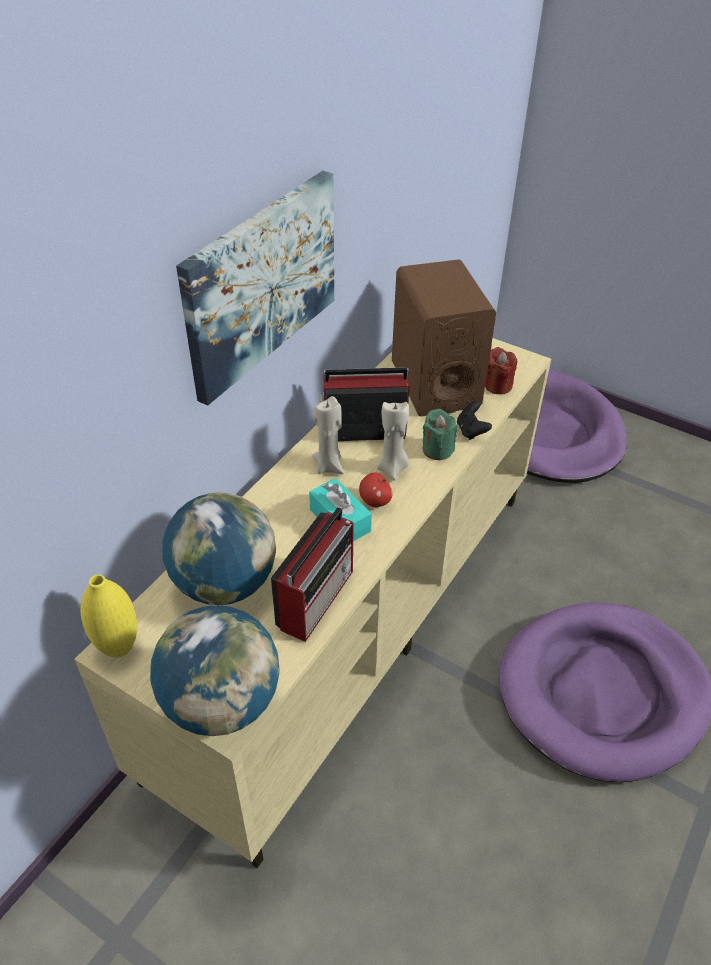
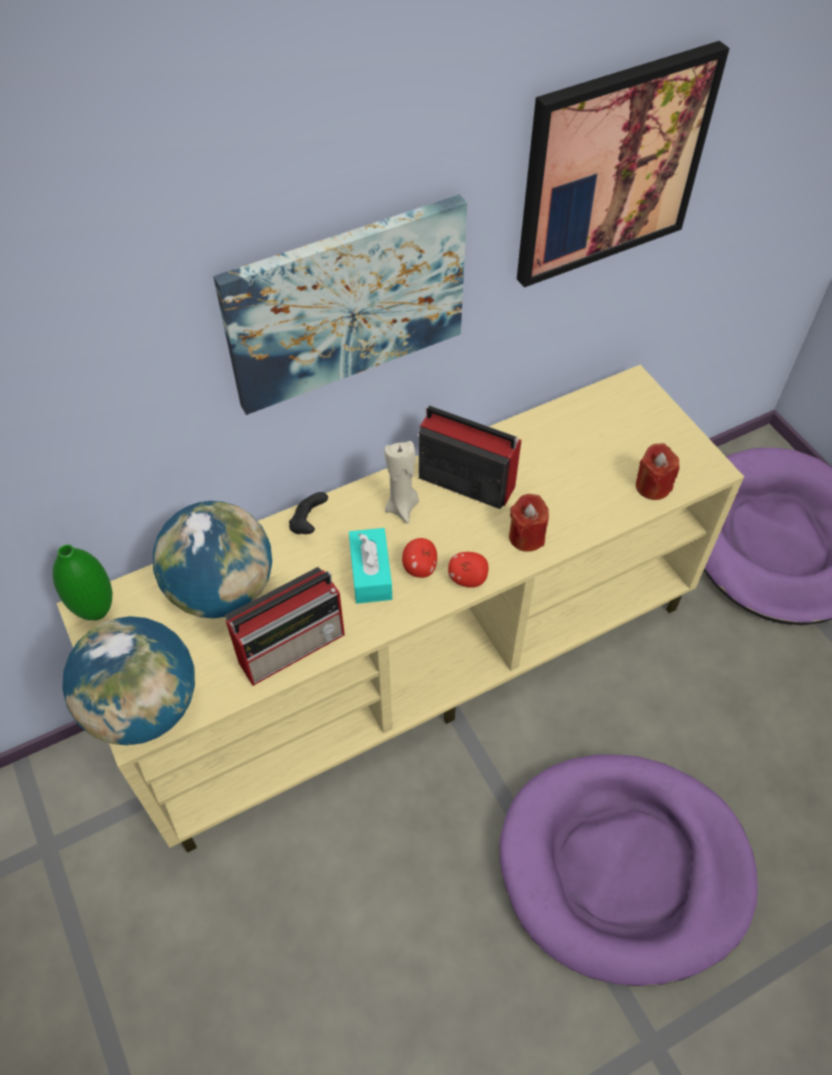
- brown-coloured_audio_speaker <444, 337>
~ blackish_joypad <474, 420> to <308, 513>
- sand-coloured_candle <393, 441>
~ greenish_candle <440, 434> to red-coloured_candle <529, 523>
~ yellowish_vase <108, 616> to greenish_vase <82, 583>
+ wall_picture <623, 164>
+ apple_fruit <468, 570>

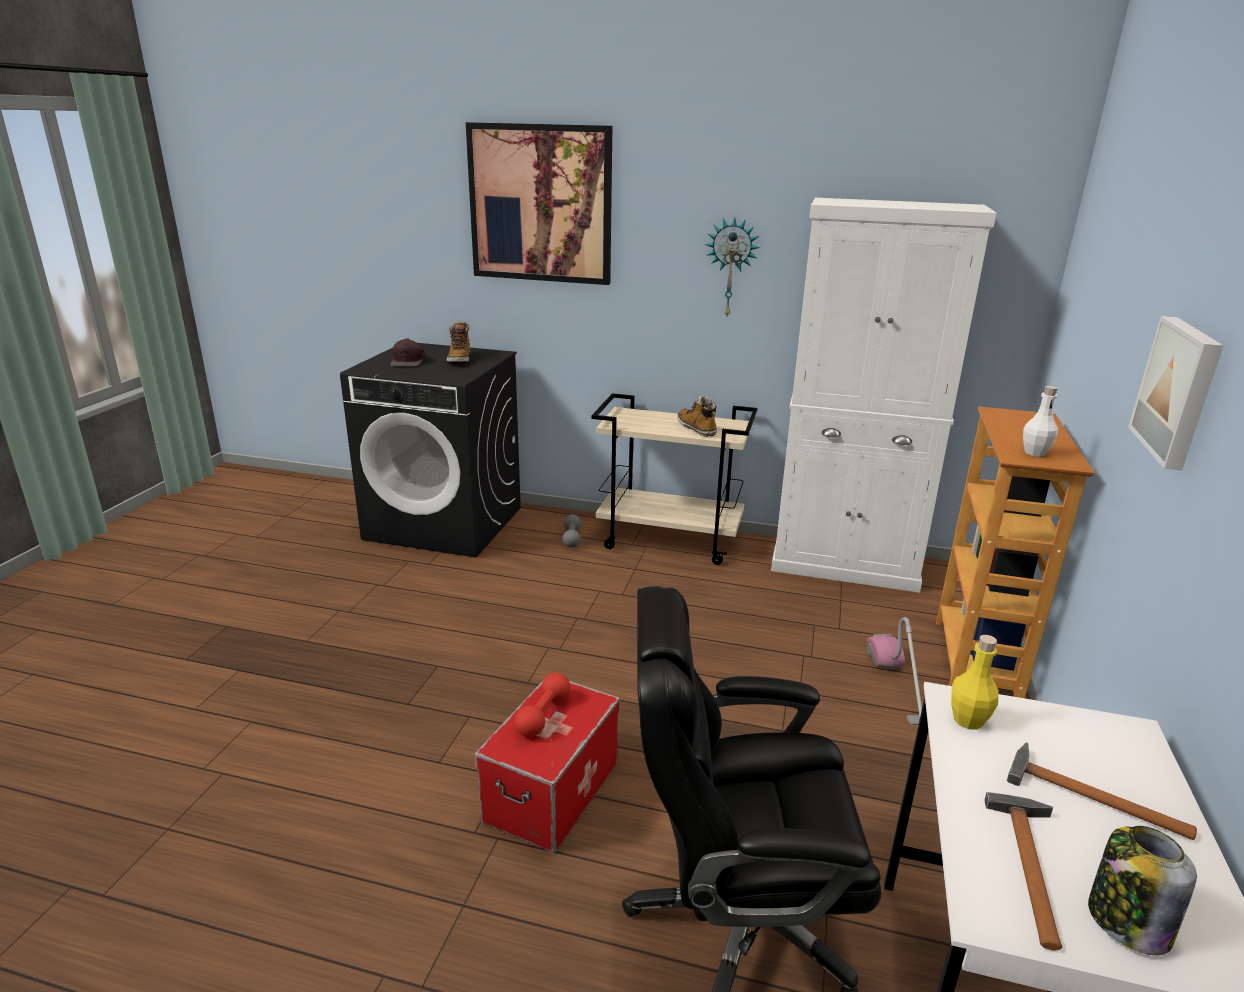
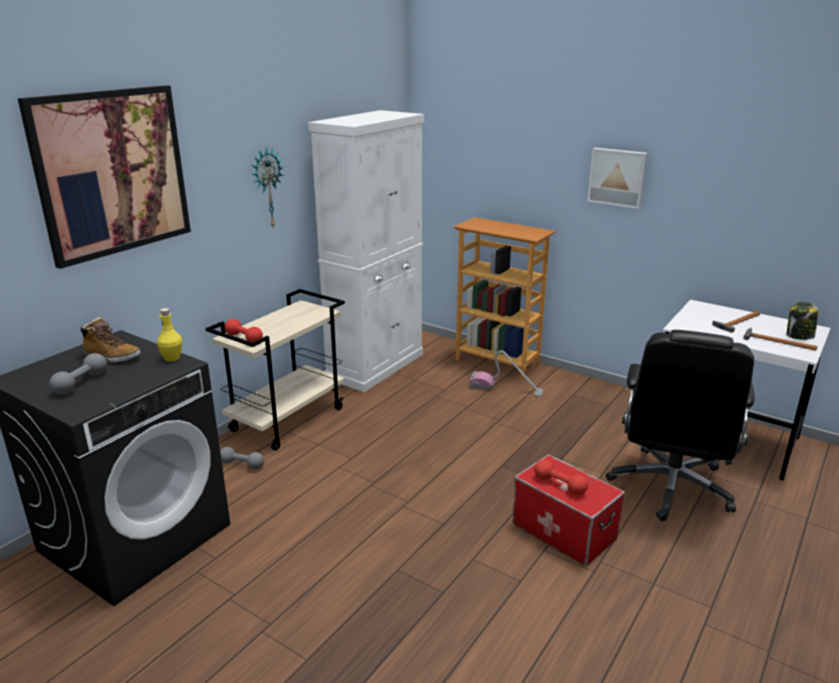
~ brown-coloured_cap <408, 352> to gray_free_weight <78, 374>
- whitish_drink_bottle <1040, 421>
- boot <697, 416>
~ yellowish_drink_bottle <974, 682> to <169, 335>
+ red-coloured_free_weight <244, 330>

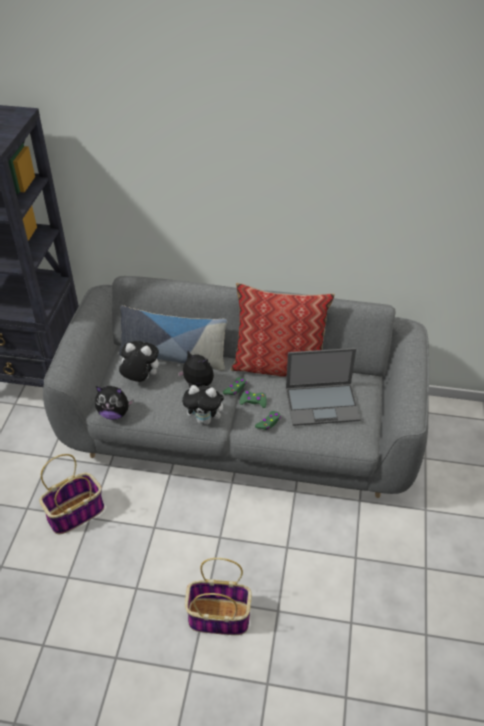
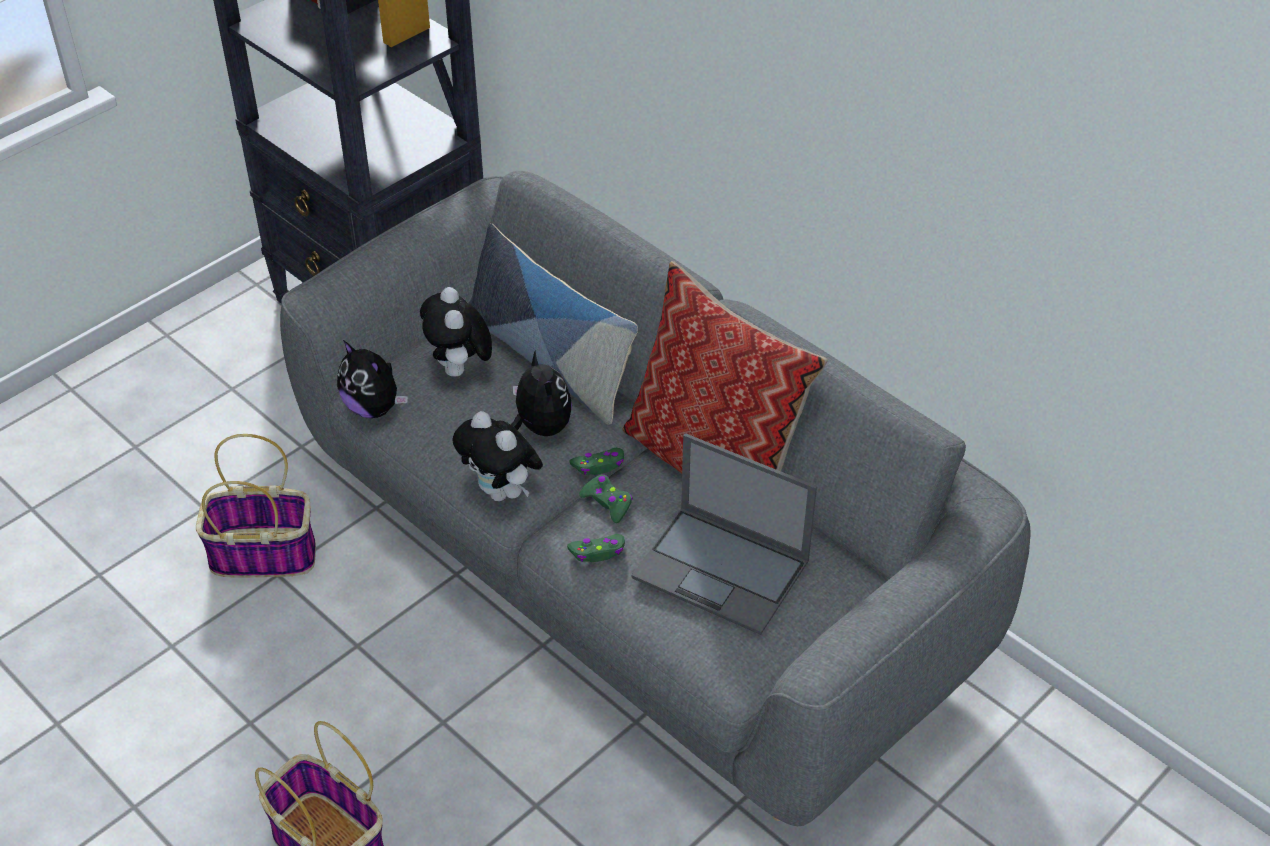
~ soft_toy <138, 361> = <456, 331> 150 degrees counterclockwise

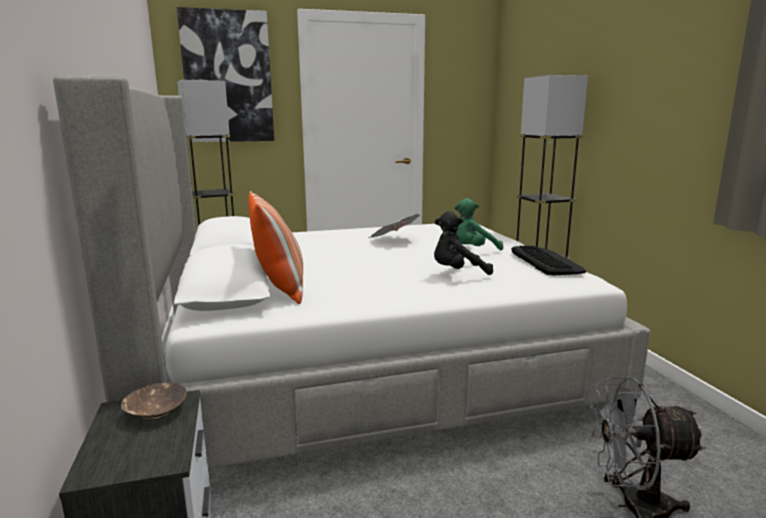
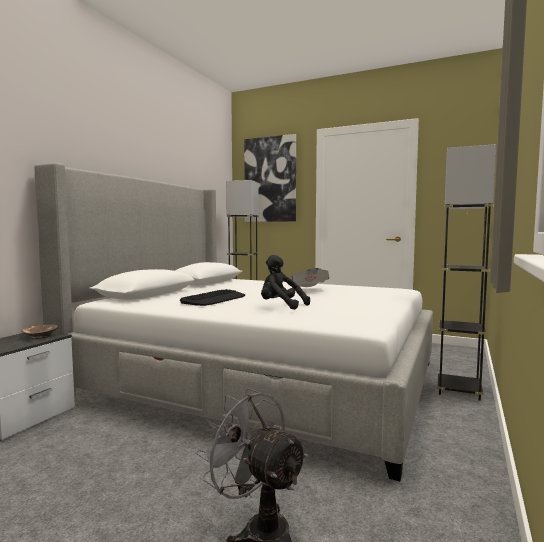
- throw_pillow <275, 247>
- greenish_soft_toy <479, 224>
~ keyboard <548, 260> to <213, 297>

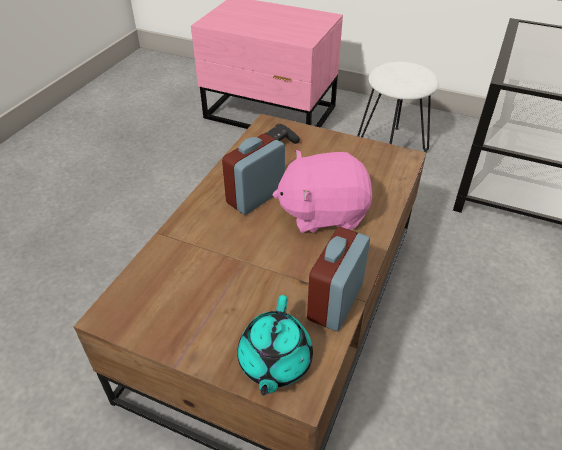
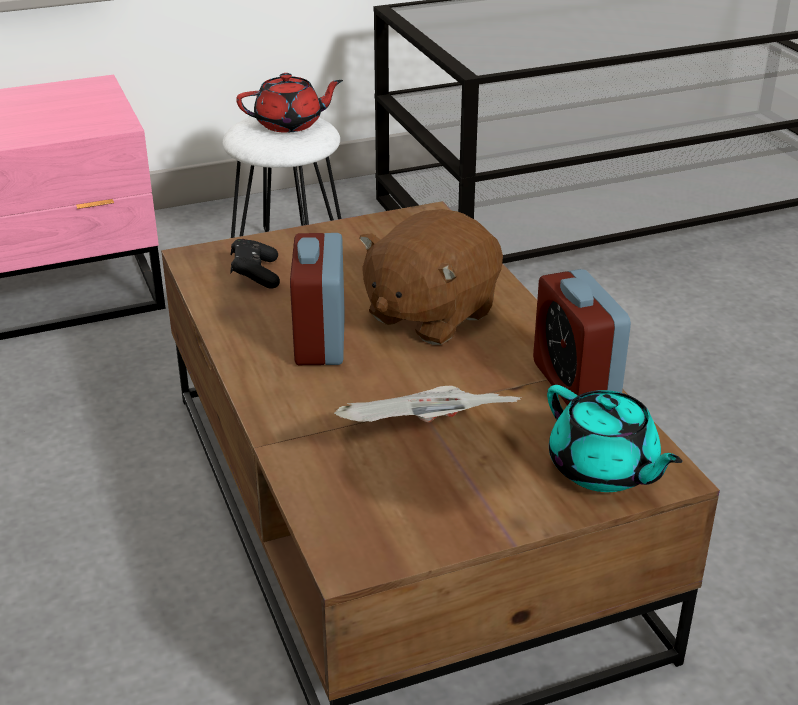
~ pinkish_soft_toy <322, 192> to brown-coloured_soft_toy <431, 277>
+ red-coloured_pot_for_tea <289, 103>
+ printed_paper <428, 403>

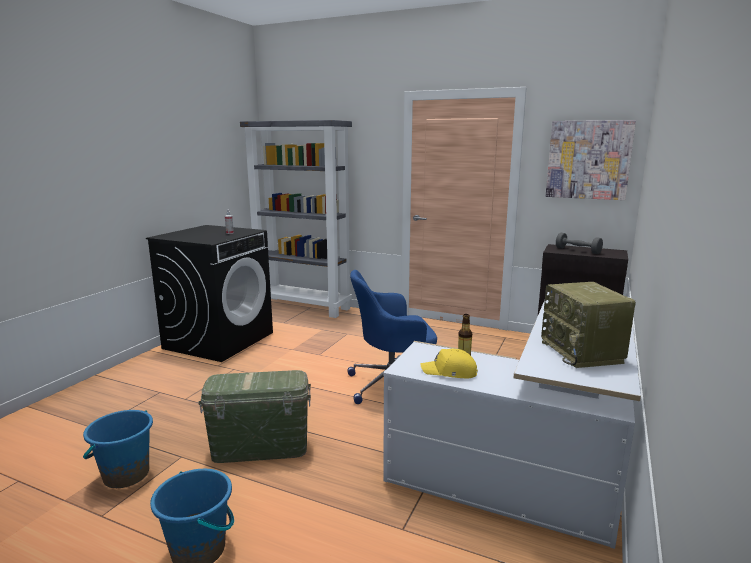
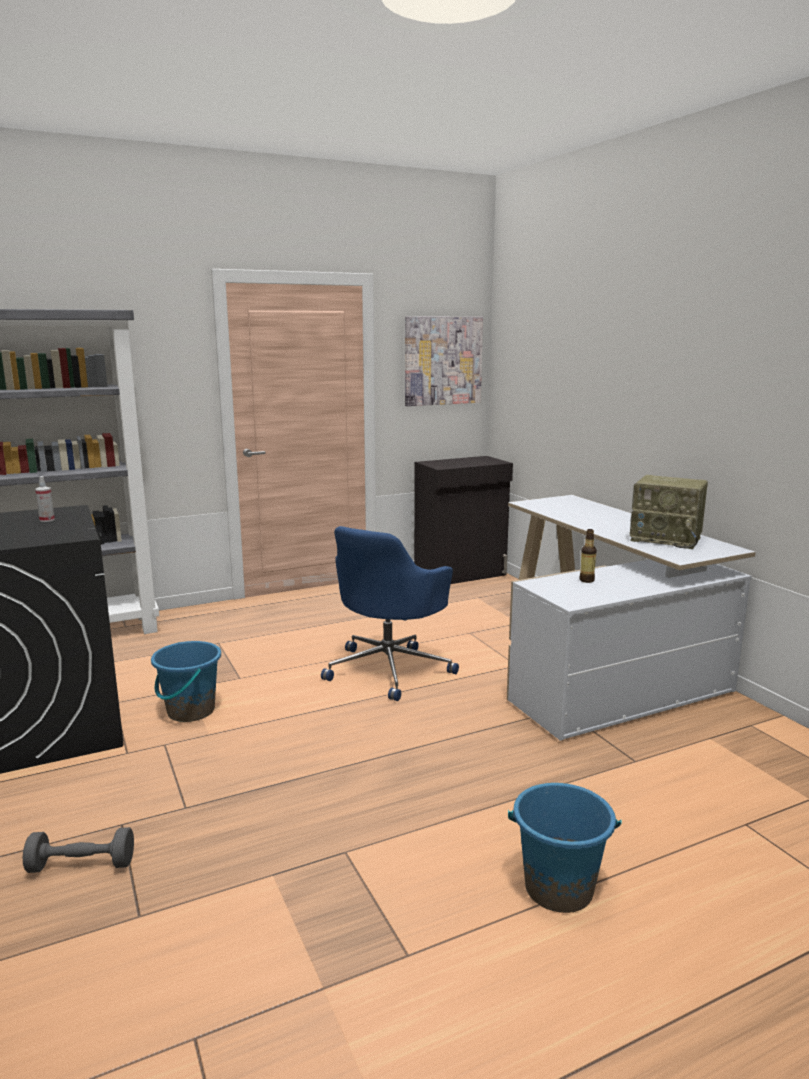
~ gray_free_weight <579, 243> to <78, 850>
- yellowish_cap <449, 363>
- greenish_storage_container <254, 416>
~ blue_water_bucket <118, 449> to <186, 681>

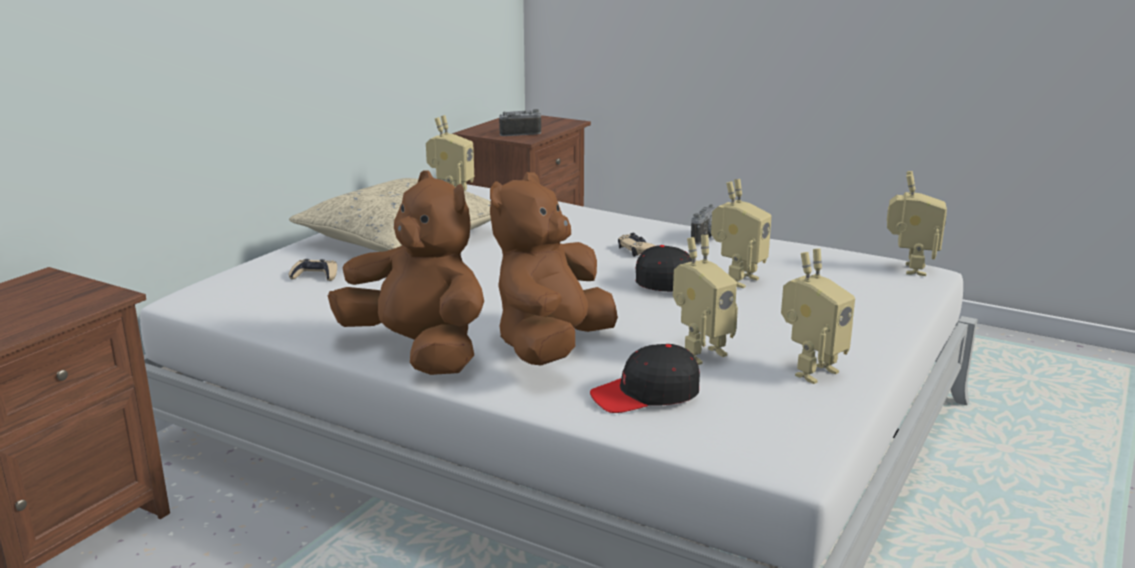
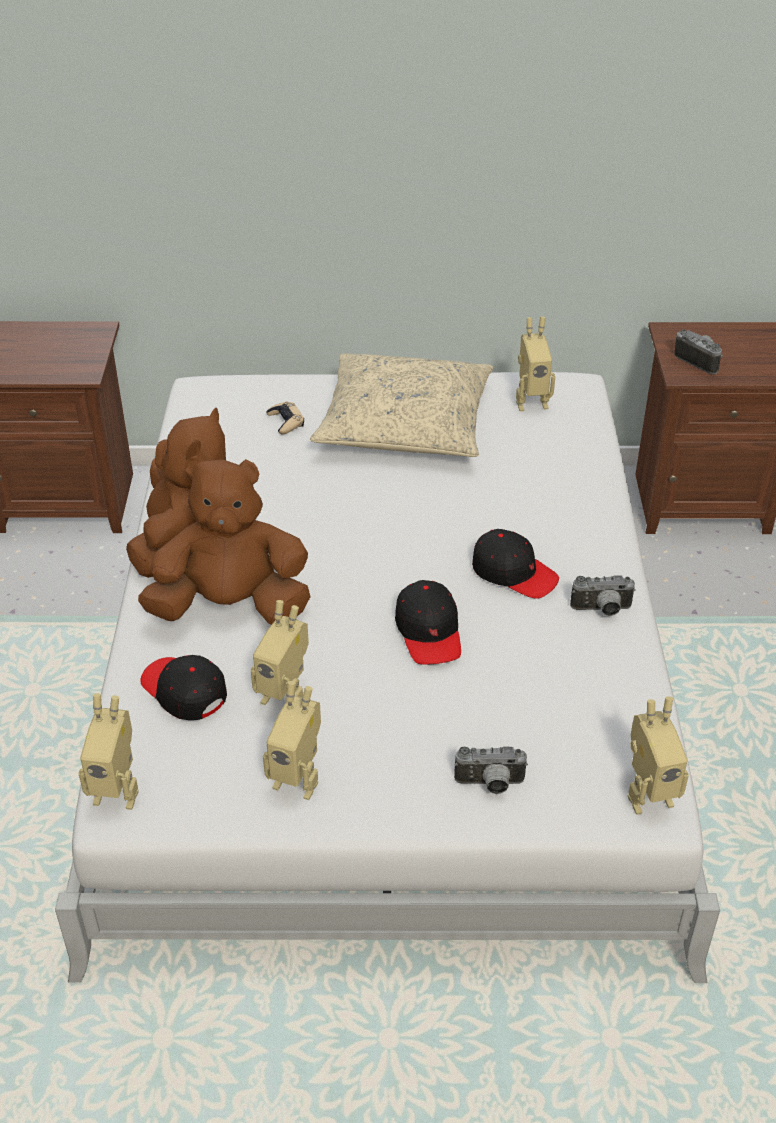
~ model_robot <741, 233> to <108, 751>
~ sand-coloured_joypad <637, 245> to blackish_cap <515, 564>
+ photo_camera <491, 770>

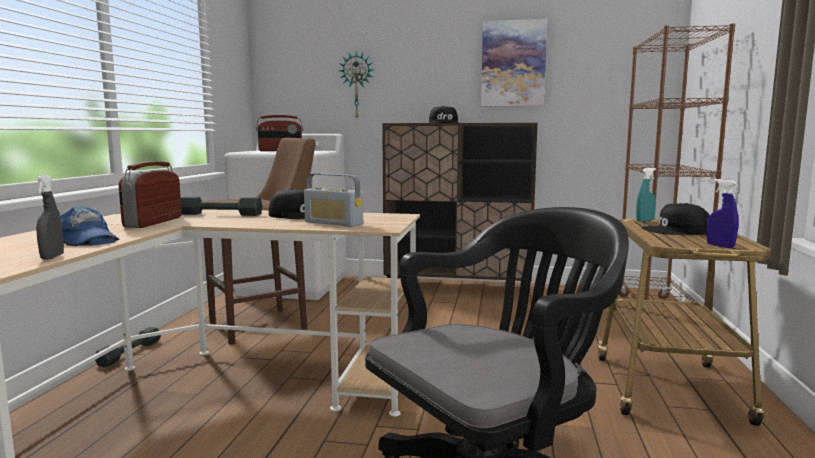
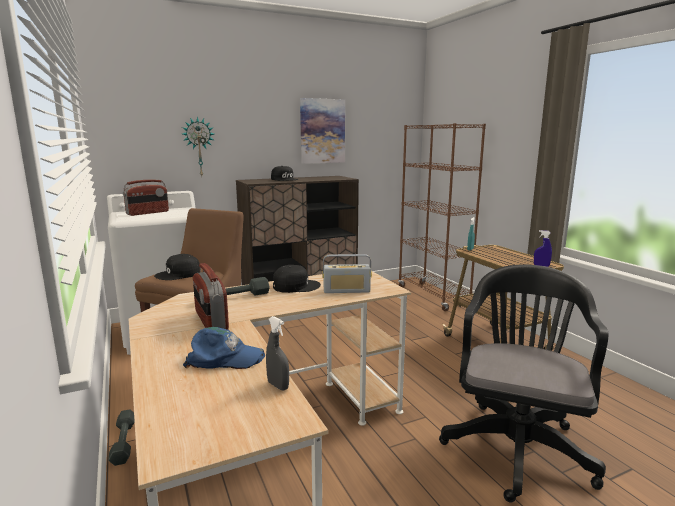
~ blackish_cap <675, 219> to <177, 267>

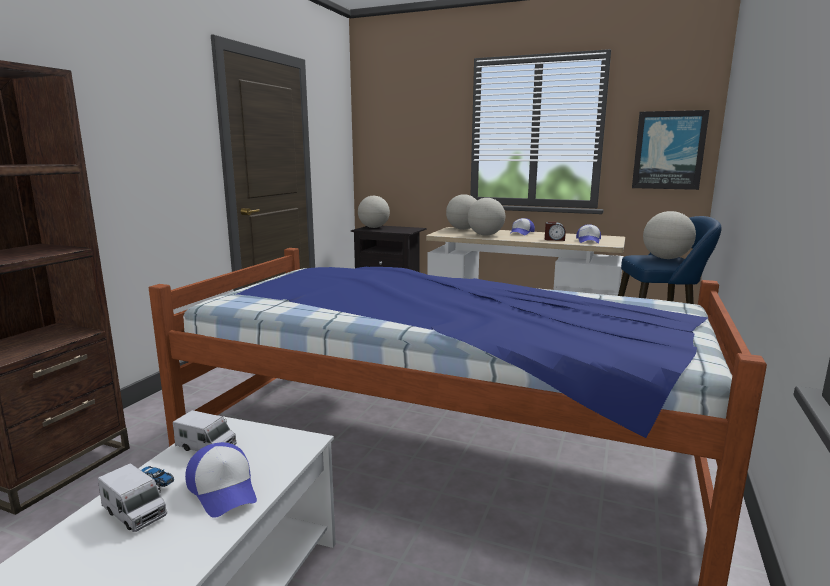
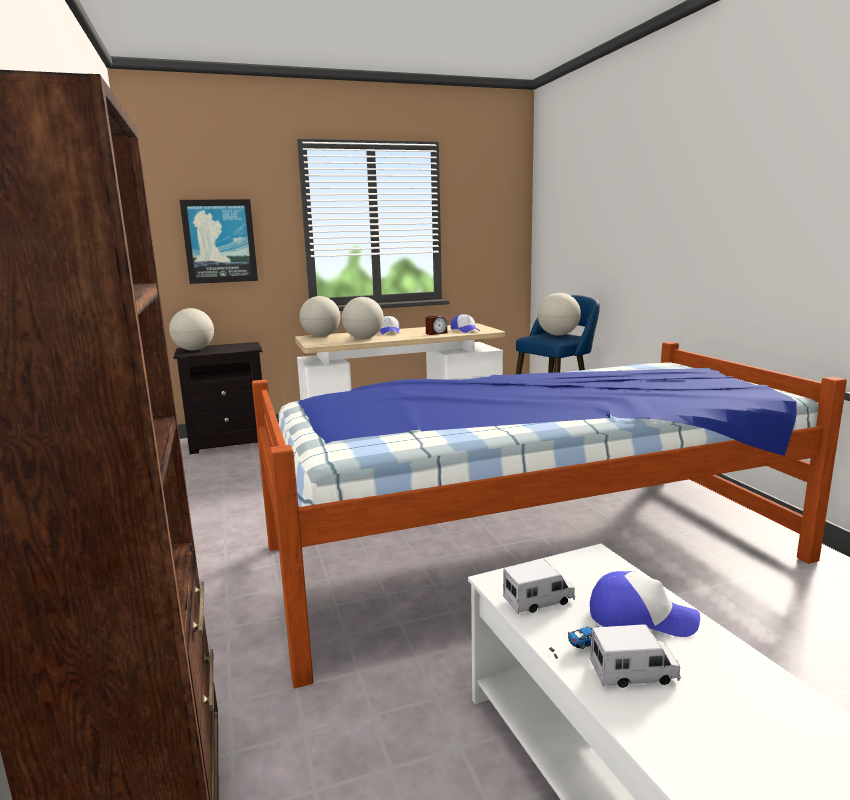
~ wall_picture <670, 150> to <219, 241>

